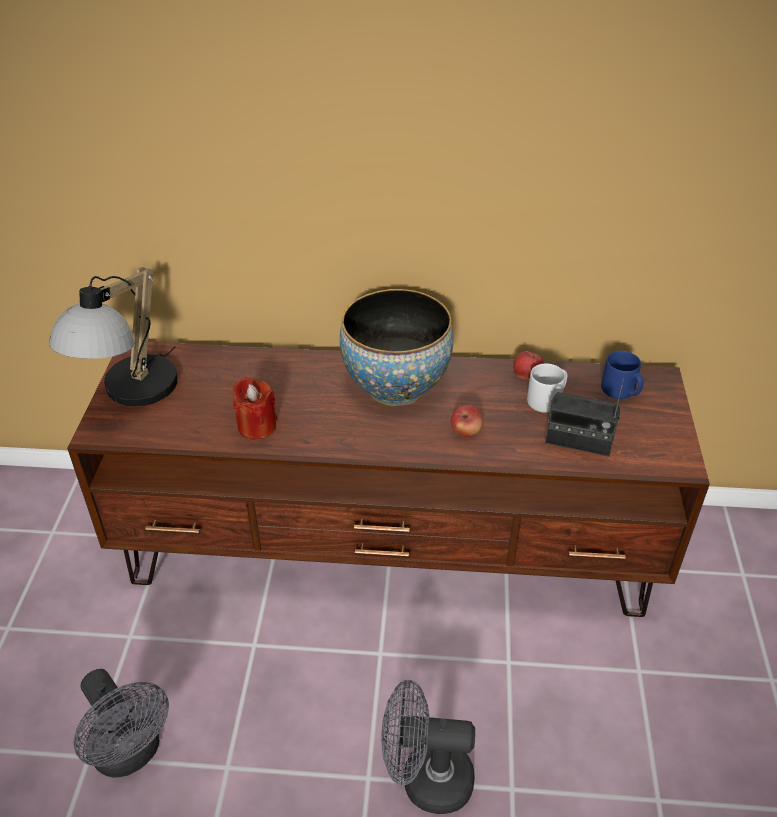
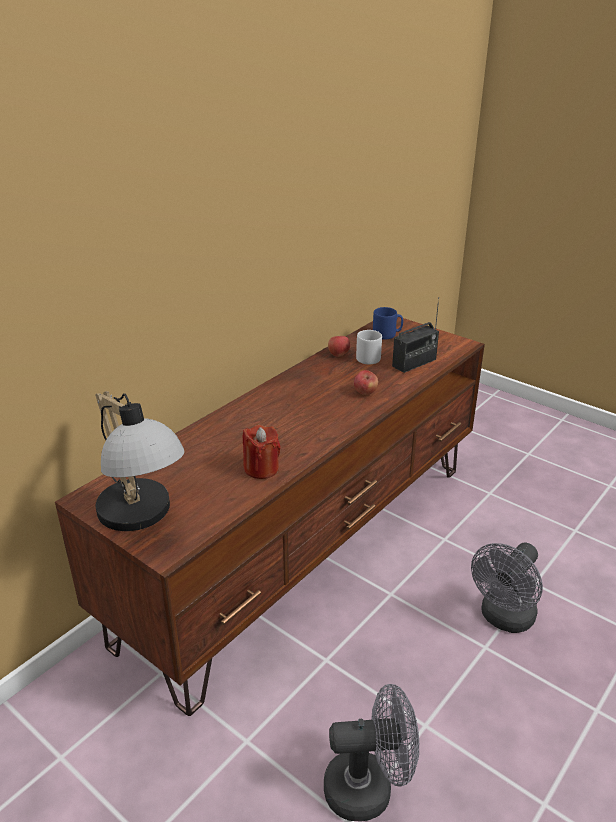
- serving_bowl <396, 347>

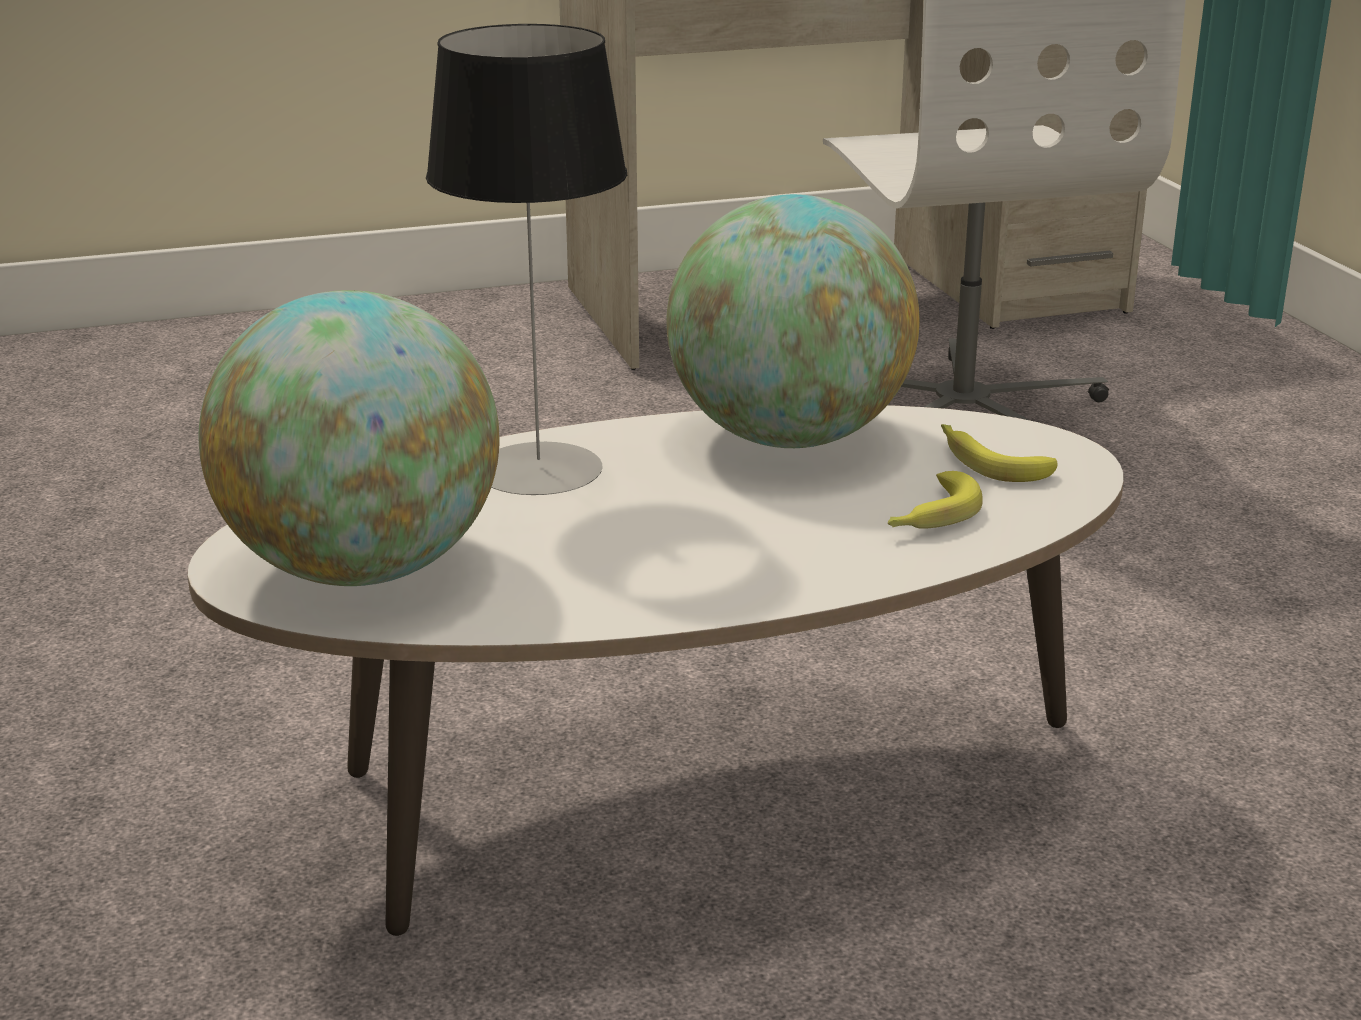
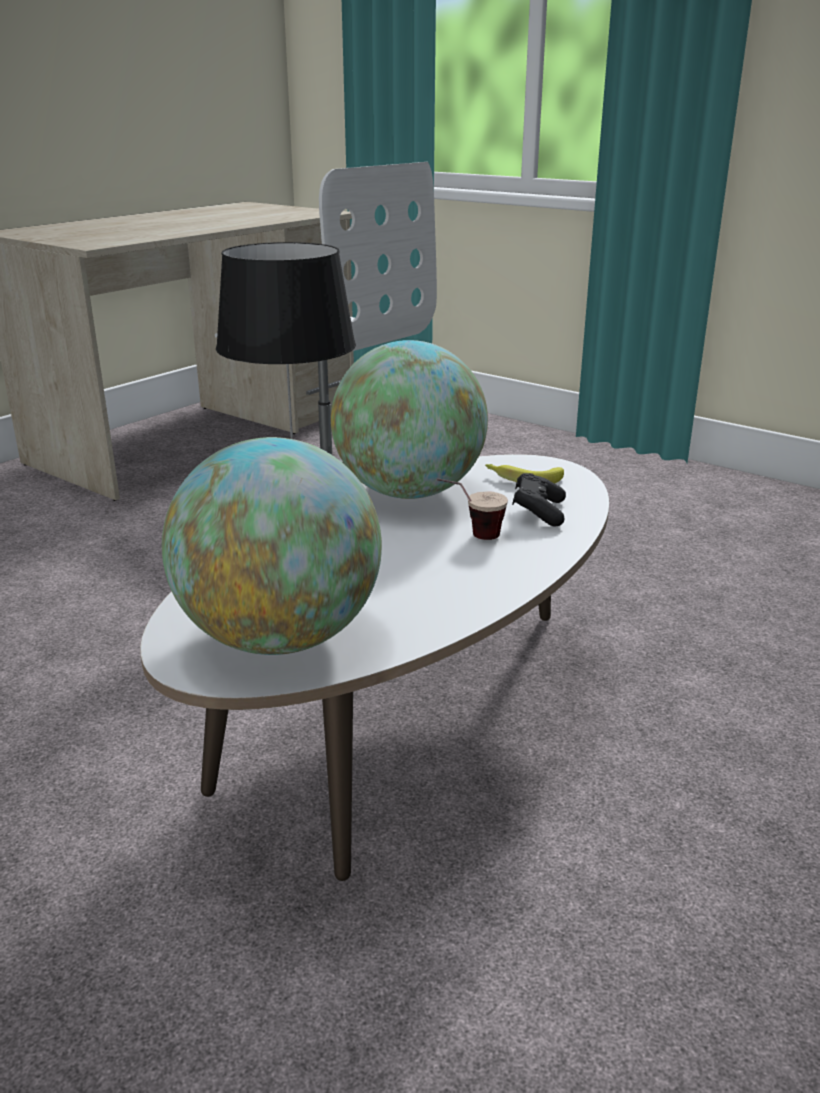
~ whole_banana <935, 500> to blackish_joypad <539, 499>
+ cup <472, 509>

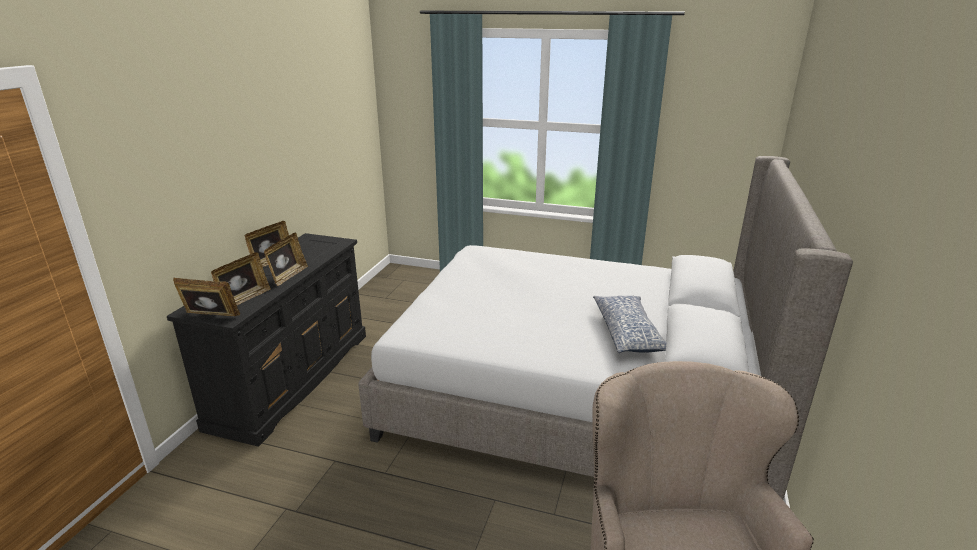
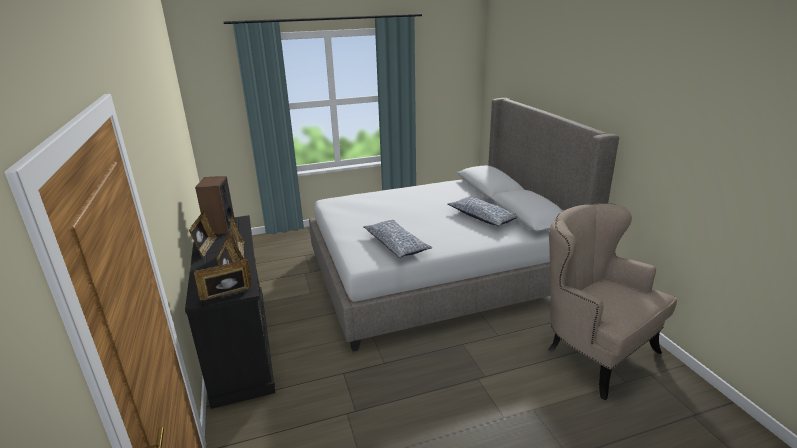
+ audio_speaker <215, 205>
+ throw_pillow <397, 239>

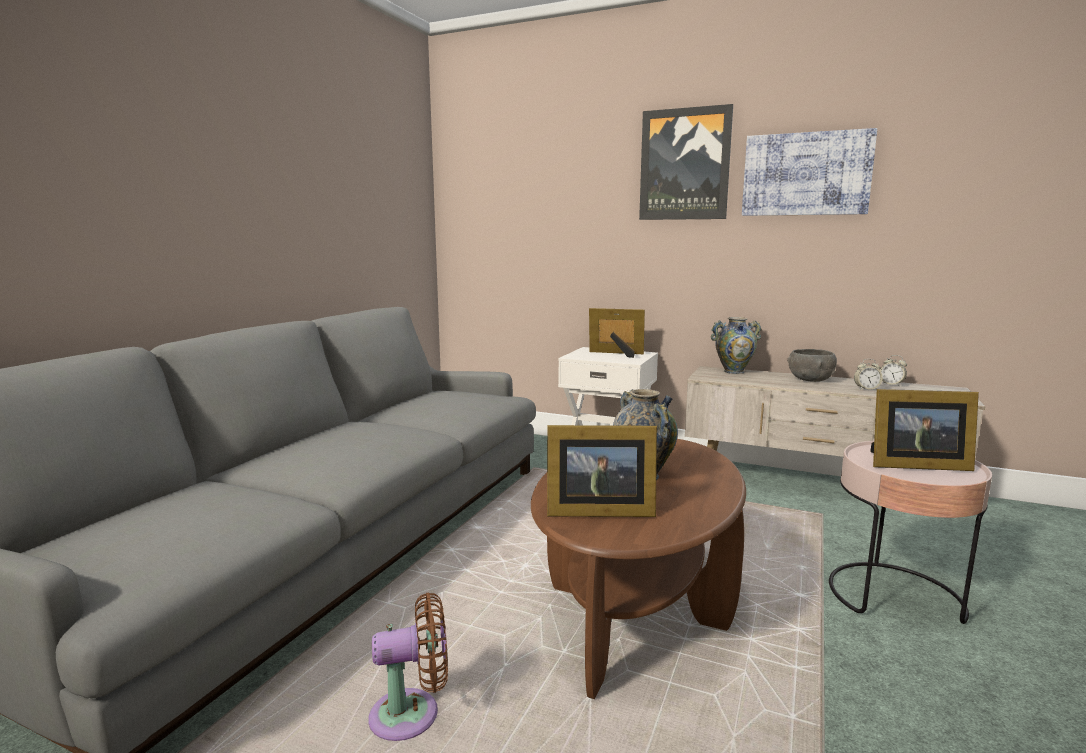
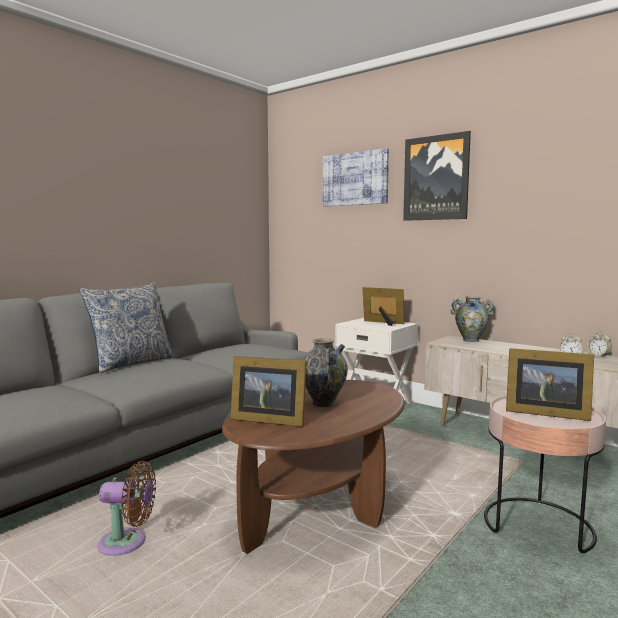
~ wall_picture <809, 172> to <356, 177>
- gray_serving_bowl <812, 365>
+ throw_pillow <127, 327>

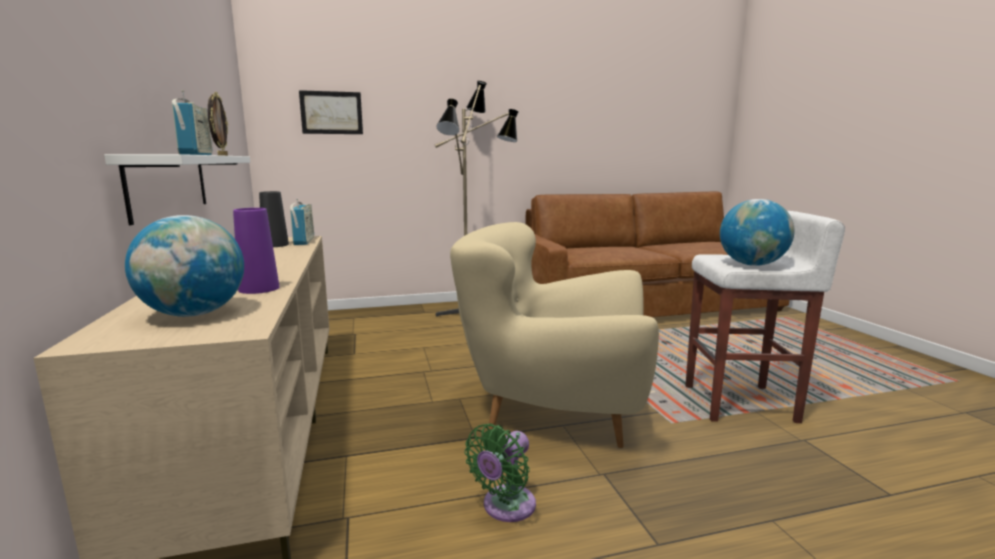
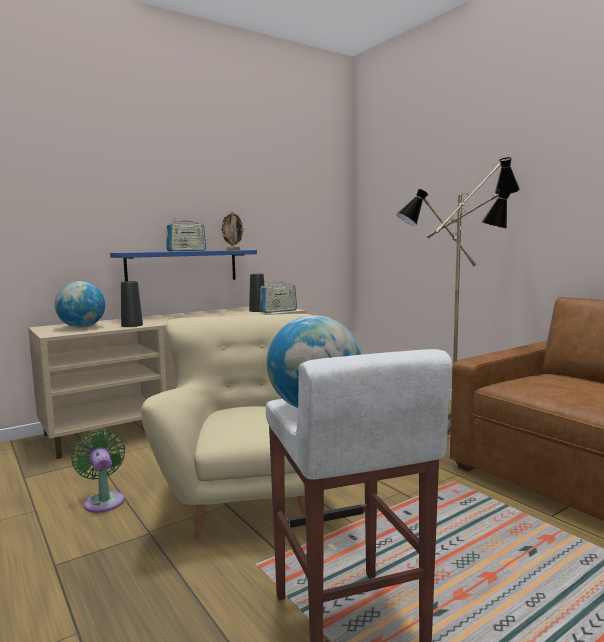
- wall_picture <331, 112>
~ whitish_bracket_shelf <177, 189> to blue_bracket_shelf <183, 265>
~ purple-coloured_vase <256, 251> to blackish_vase <132, 304>
~ greenish_fan <500, 472> = <98, 471> 45 degrees clockwise

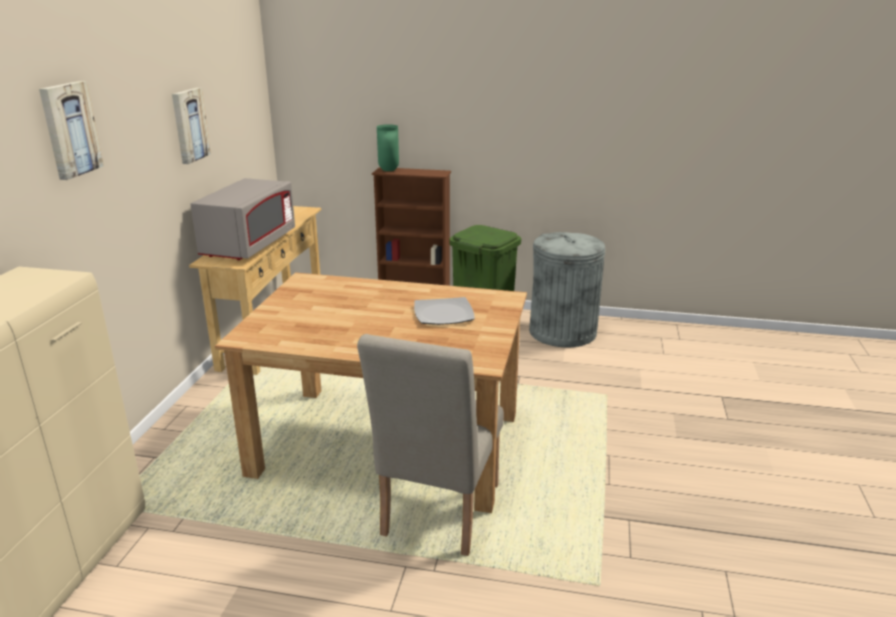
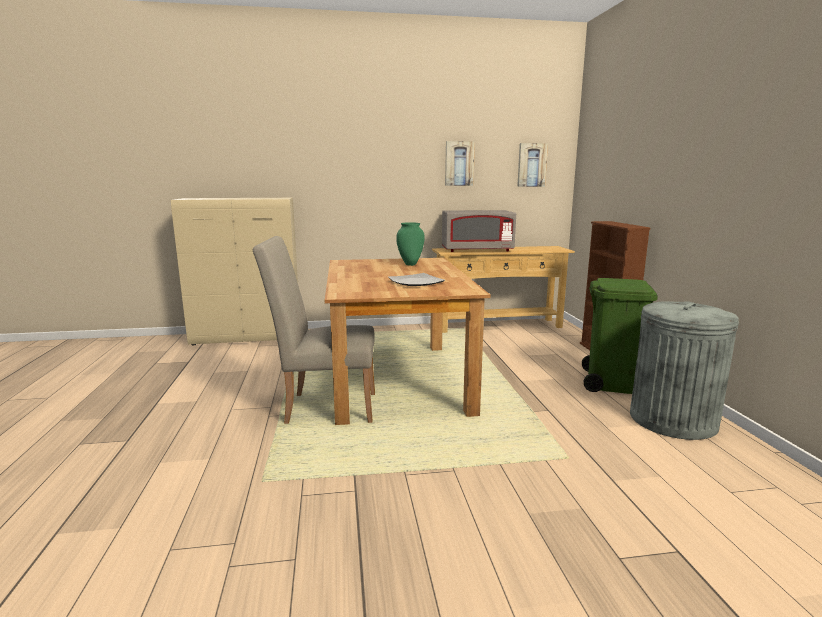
~ wall_picture <71, 130> to <532, 165>
~ greenish_vase <388, 147> to <410, 244>

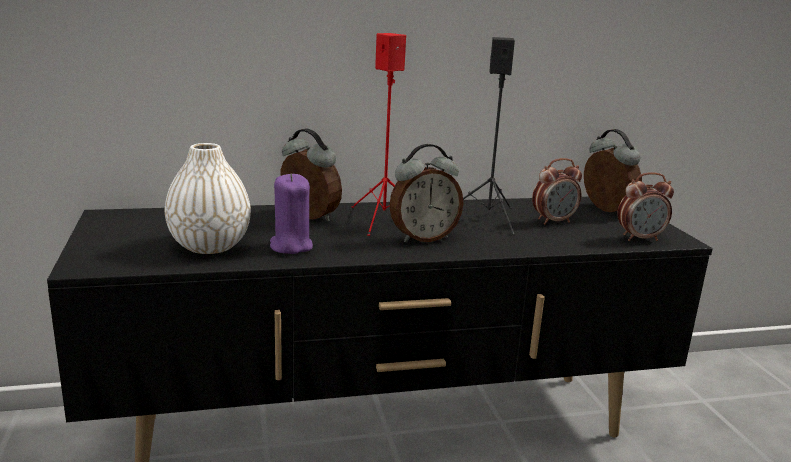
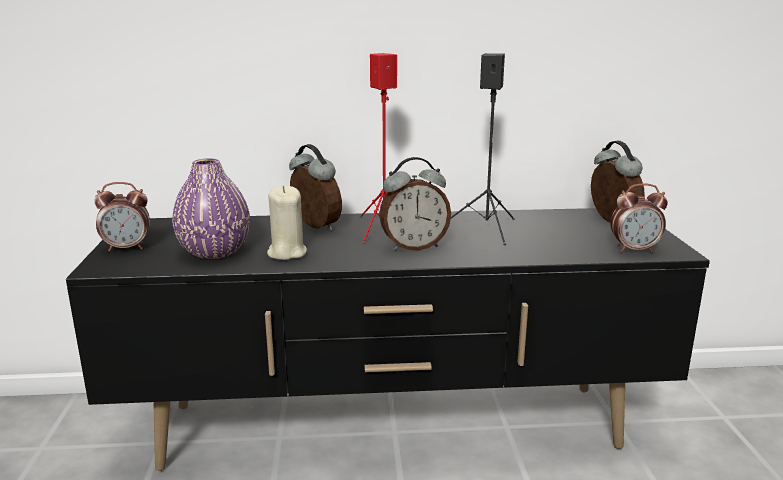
~ whitish_vase <207, 198> to purple-coloured_vase <211, 208>
~ table_clock <557, 191> to <122, 217>
~ purple-coloured_candle <291, 213> to sand-coloured_candle <287, 223>

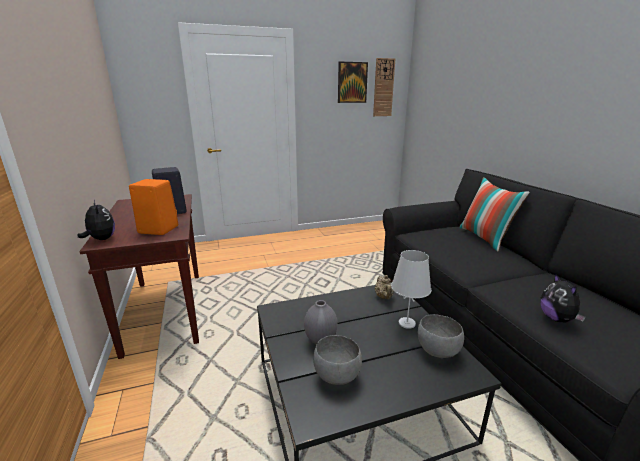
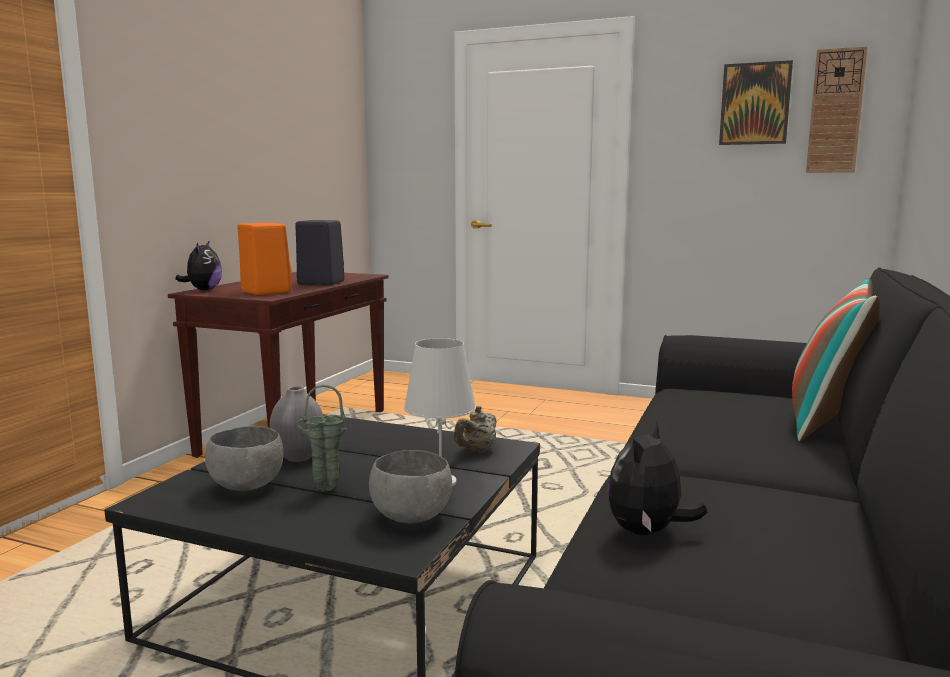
+ greenish_vase <321, 438>

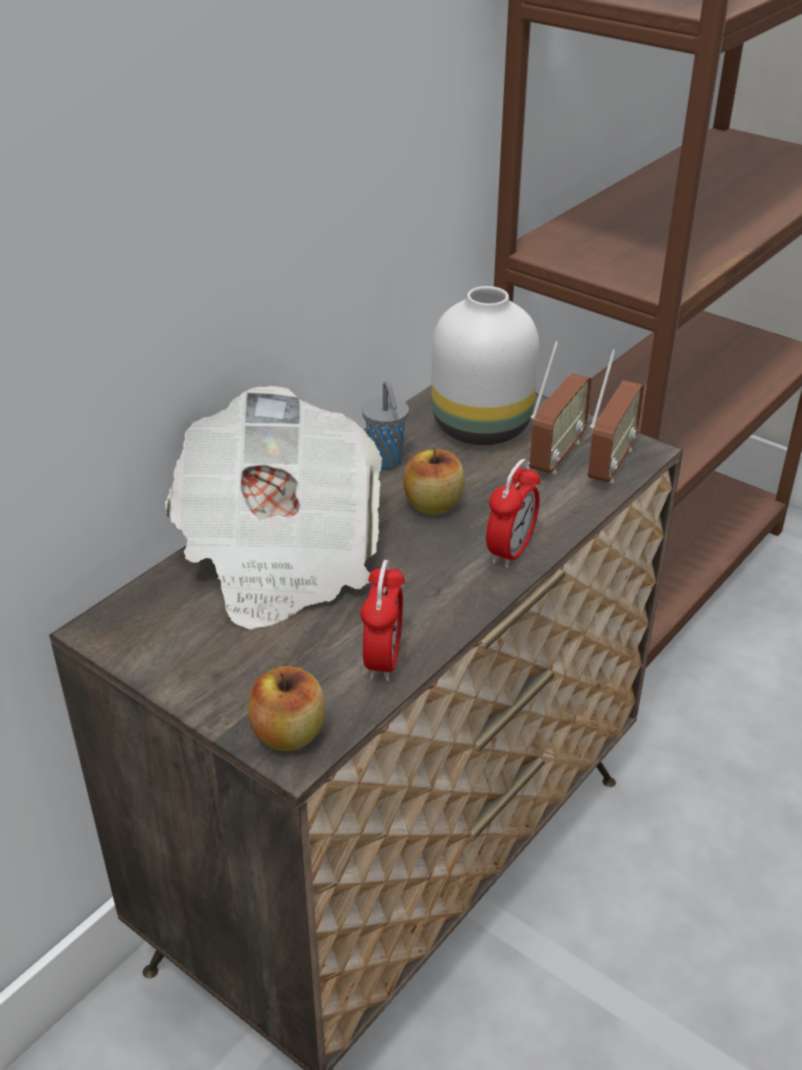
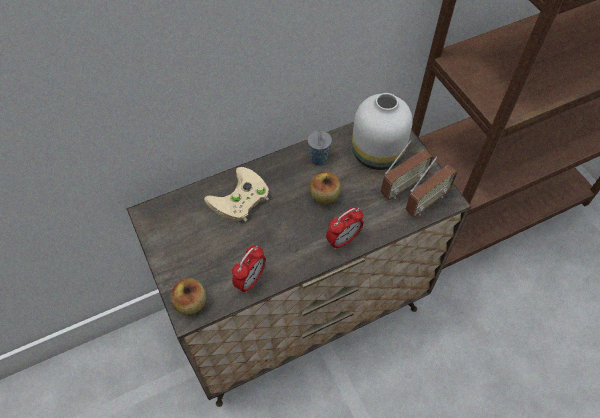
~ printed_paper <273, 508> to sand-coloured_joypad <236, 194>

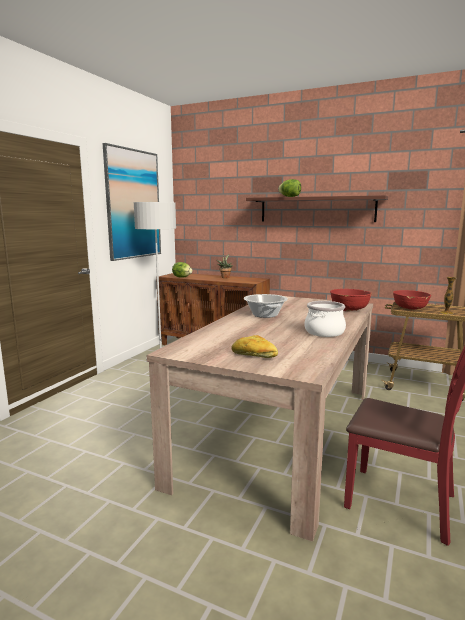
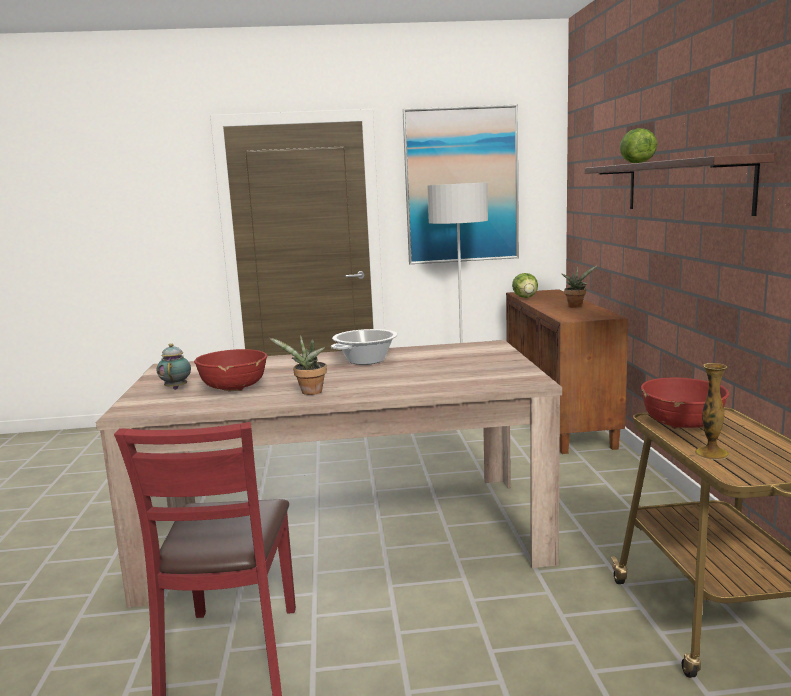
~ red-coloured_serving_bowl <351, 300> to <230, 370>
~ cooking_pot <325, 319> to potted_plant <298, 365>
~ bread <254, 346> to pot_for_tea <174, 366>

